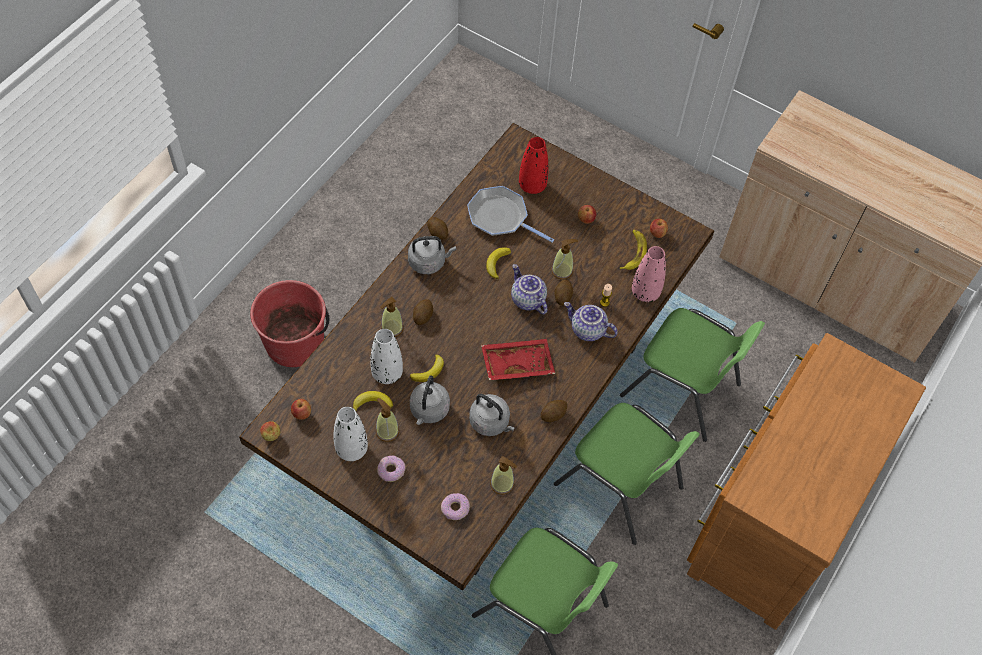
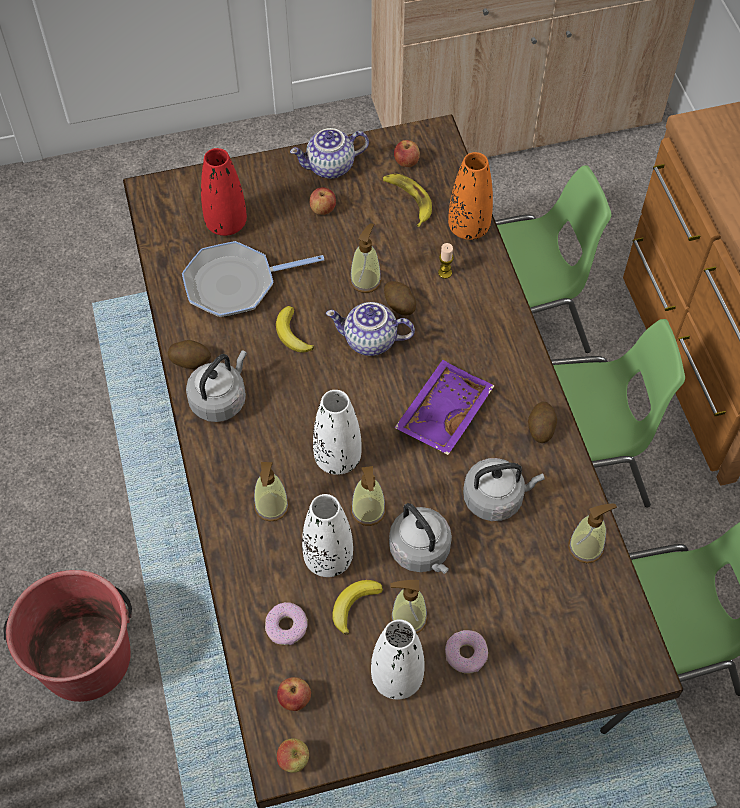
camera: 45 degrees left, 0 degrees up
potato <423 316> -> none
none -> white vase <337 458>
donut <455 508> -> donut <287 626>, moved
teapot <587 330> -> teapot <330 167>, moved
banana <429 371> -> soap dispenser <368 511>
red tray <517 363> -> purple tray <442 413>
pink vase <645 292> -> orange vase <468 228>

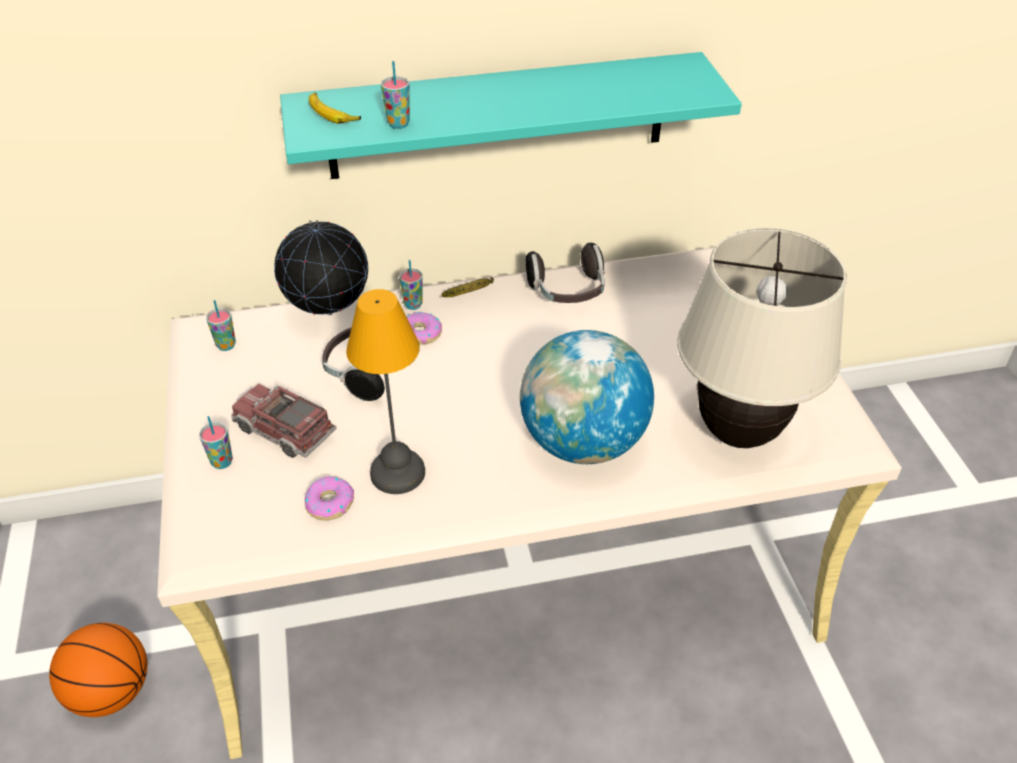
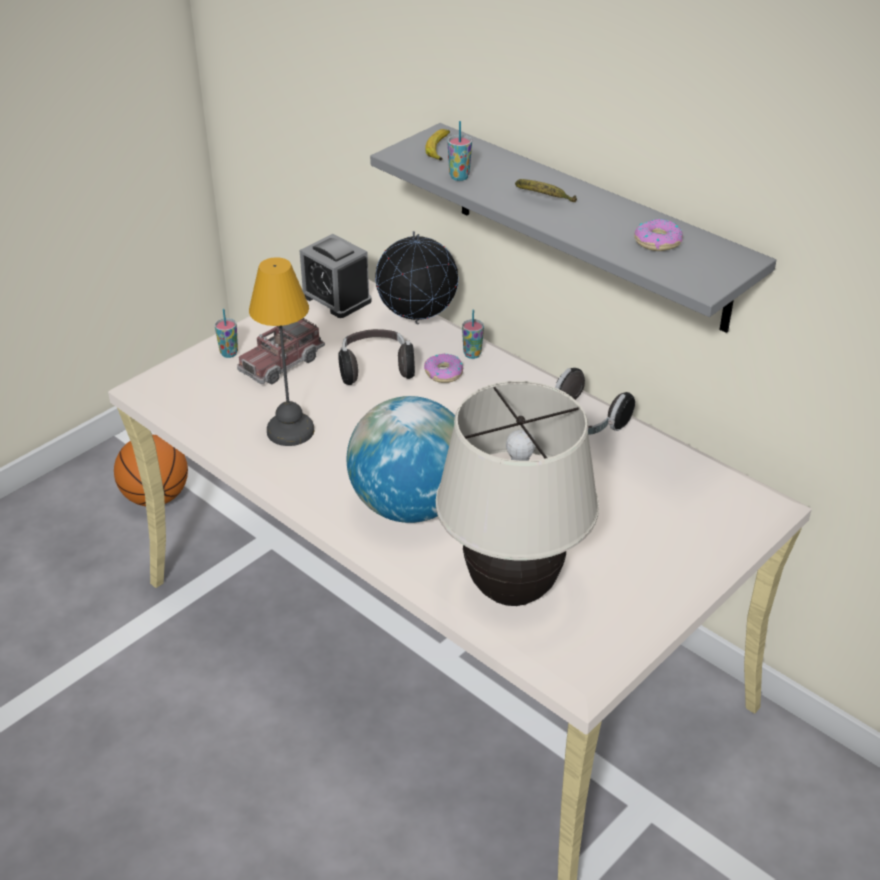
camera: 55 degrees right, 5 degrees down
donut <329 503> -> donut <657 241>, moved
banana <471 293> -> banana <543 198>, moved
cup <226 345> -> alarm clock <336 298>
turquoise shelf <498 116> -> grey shelf <590 227>
toy truck <284 430> -> toy truck <281 363>, 135 degrees counterclockwise

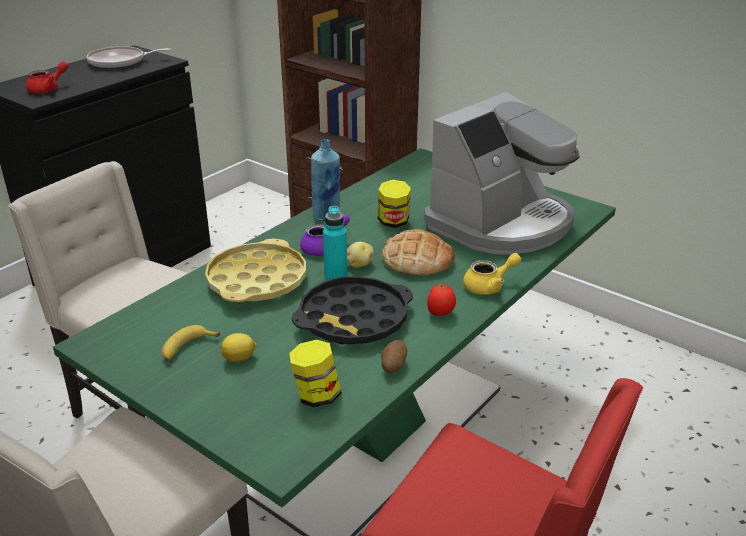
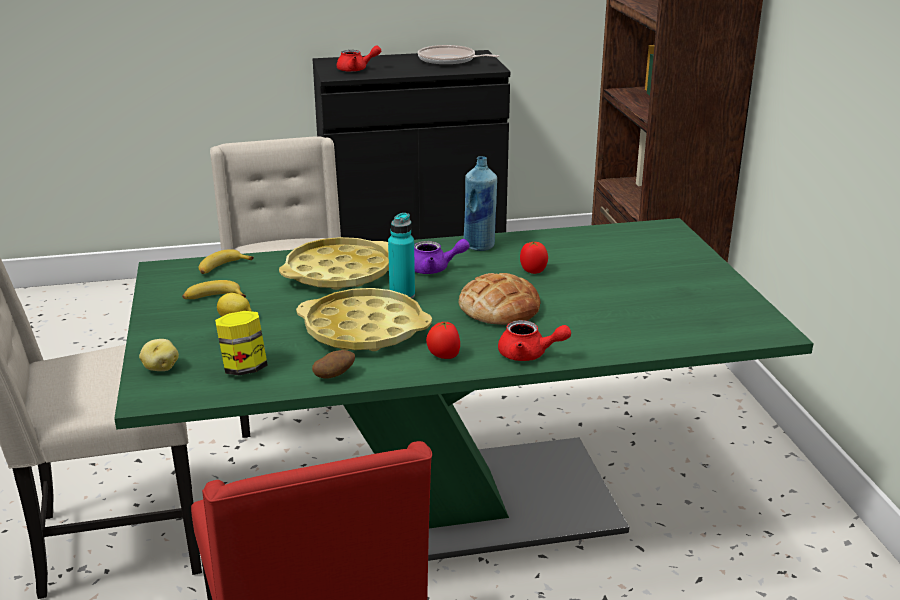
camera: 40 degrees right, 5 degrees down
coffee machine <501 223> -> none
none -> banana <222 268>
potato <359 264> -> potato <160 368>, moved
jar <393 222> -> tomato <533 271>
black tray <353 319> -> yellow tray <364 330>
yellow teapot <489 286> -> red teapot <529 355>

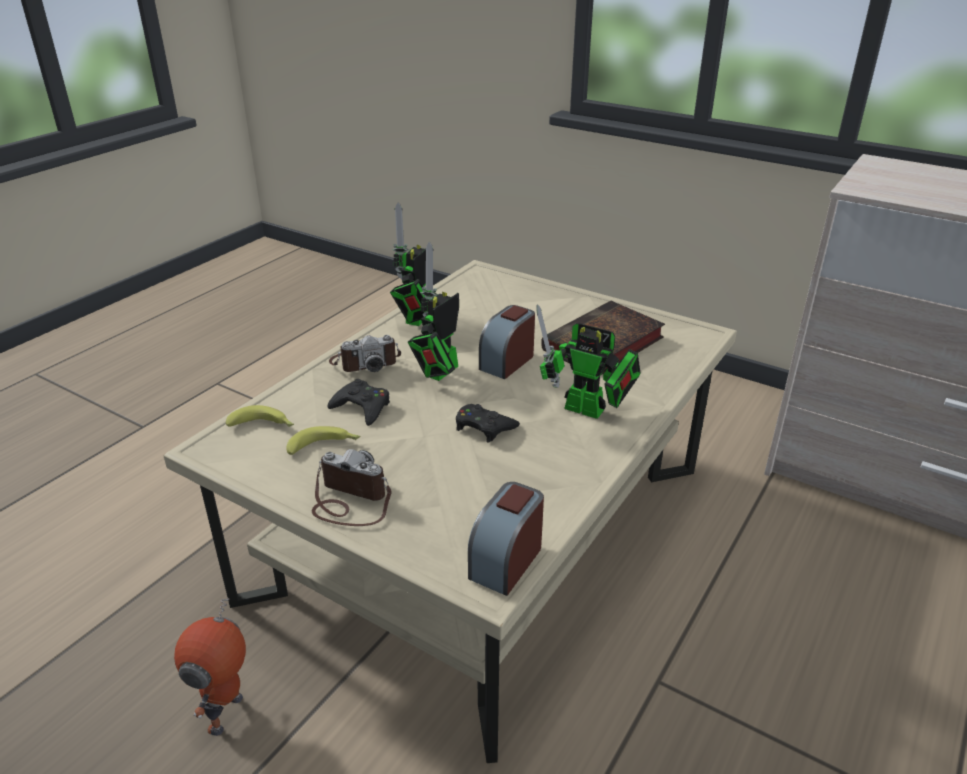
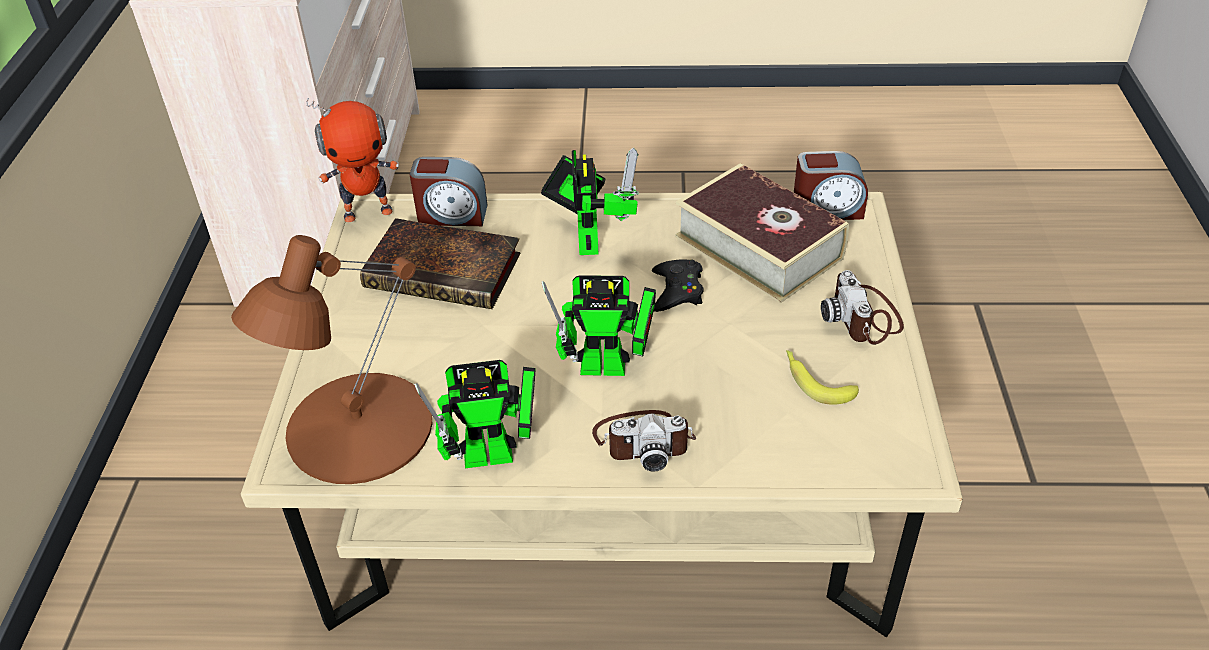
camera: 120 degrees left, 10 degrees up
banana <263 426> -> none
black game controller <362 407> -> none
none -> brown table lamp <357 428>
none -> book <758 247>
toy robot <228 714> -> toy robot <368 212>, moved
alarm clock <507 362> -> alarm clock <452 215>, moved
photo camera <365 362> -> photo camera <643 440>, 135 degrees clockwise

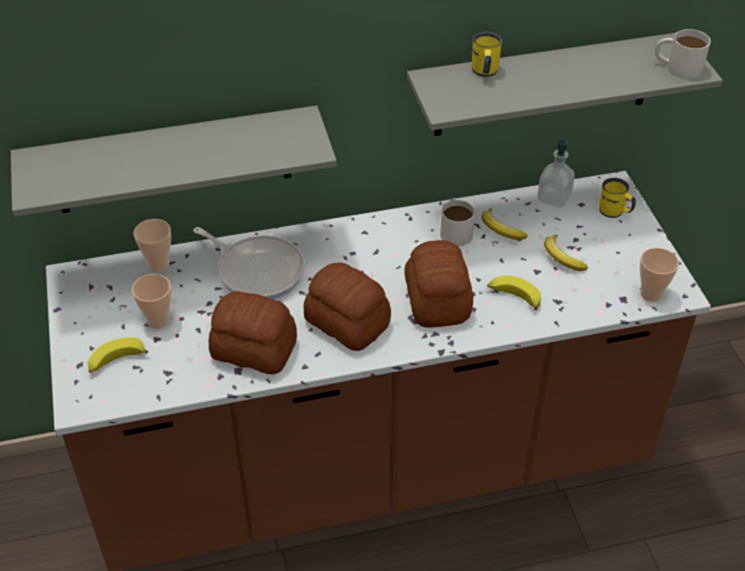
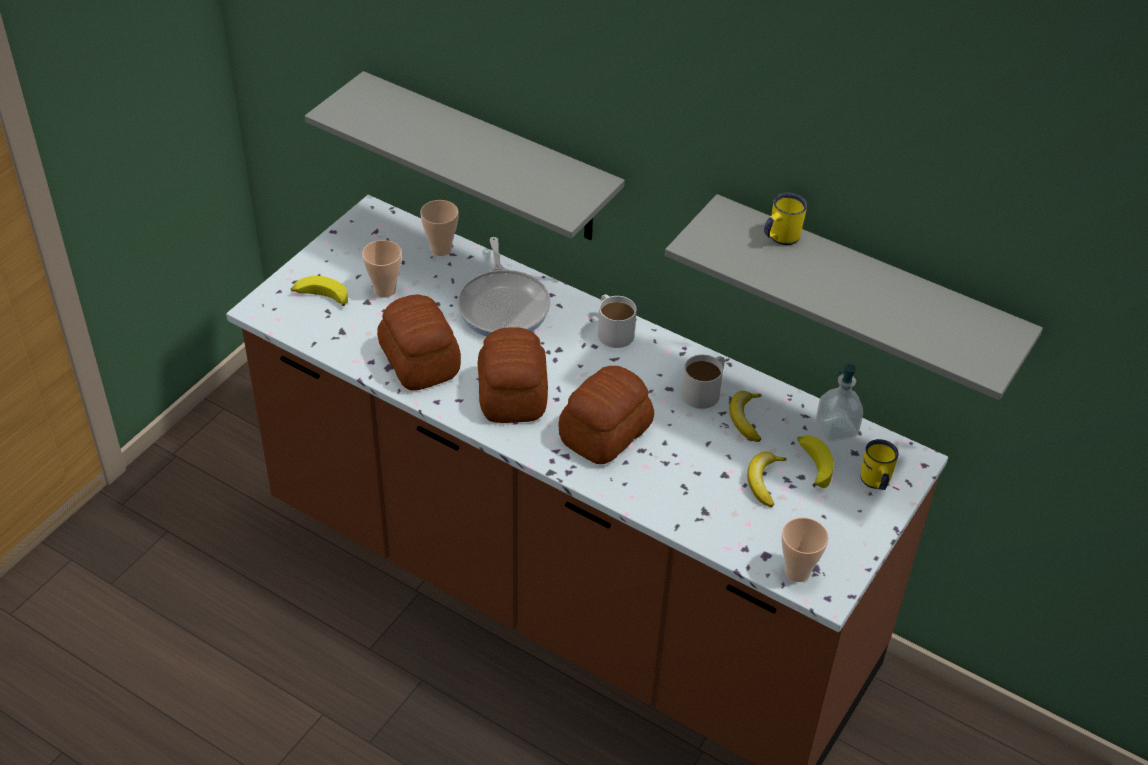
camera: 45 degrees right, 0 degrees up
banana <513 297> -> banana <812 465>, moved
white mug <677 67> -> white mug <612 329>, moved

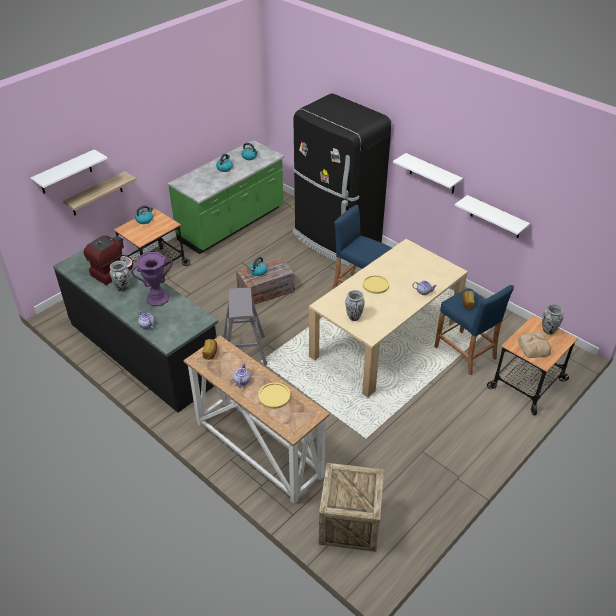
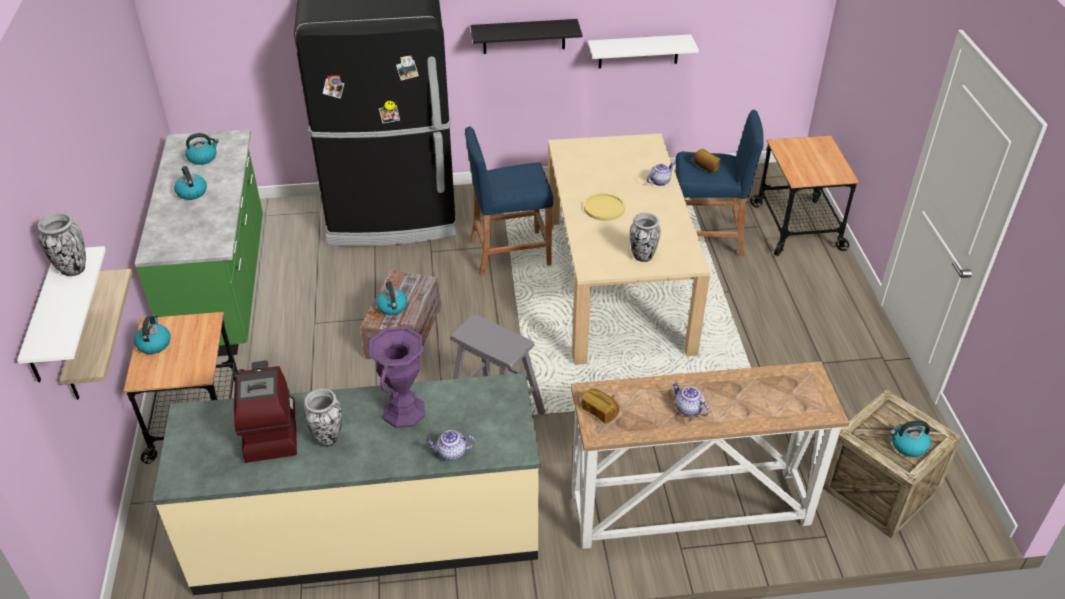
camera: 50 degrees left, 0 degrees up
yellow plate <274 396> -> none
bread <534 347> -> none
none -> kettle <907 445>
vase <548 330> -> vase <72 269>, moved
black counter <144 351> -> beige counter <367 530>
white shelf <432 174> -> black shelf <524 36>

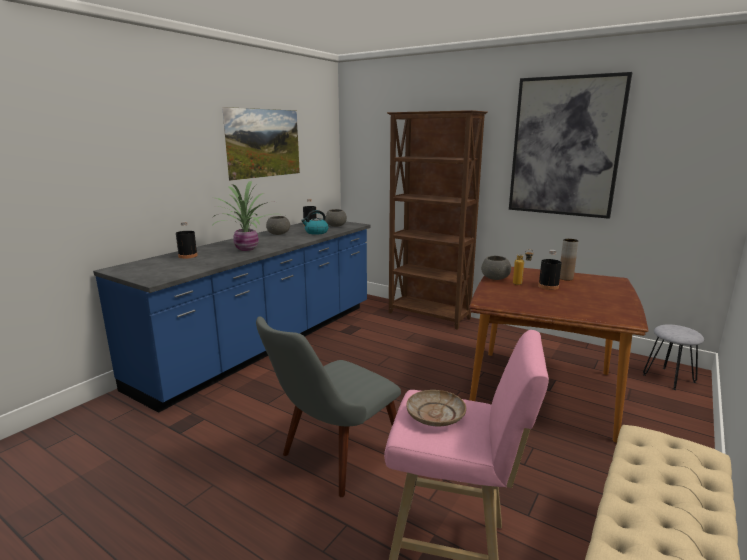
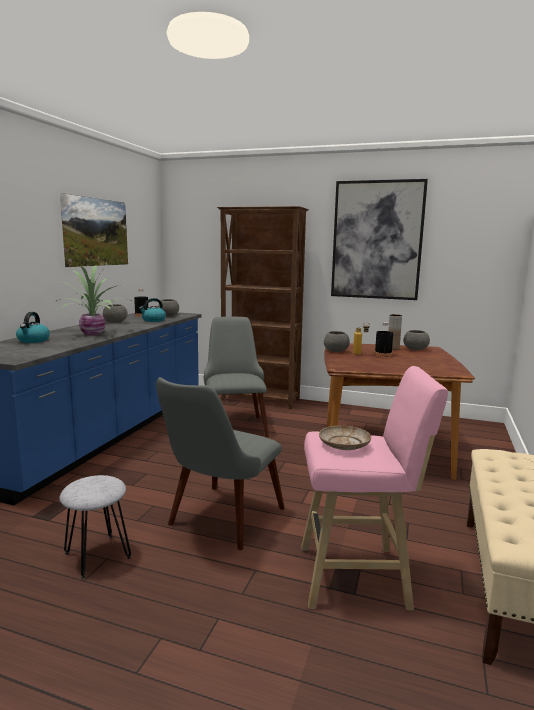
camera: 15 degrees left, 5 degrees down
none -> grey chair <234 424>
none -> grey bowl <415 349>
grey stool <668 378> -> grey stool <97 555>, moved
black bottle <188 256> -> kettle <33 340>

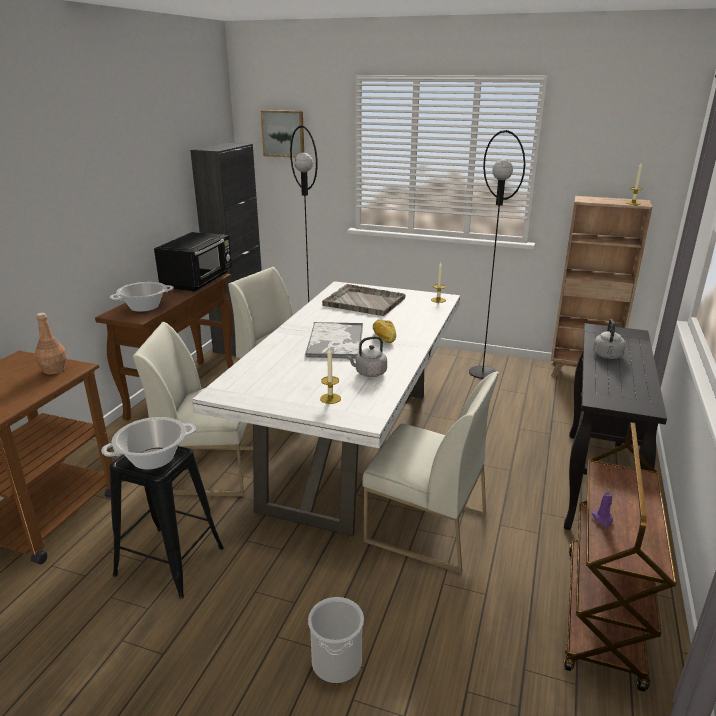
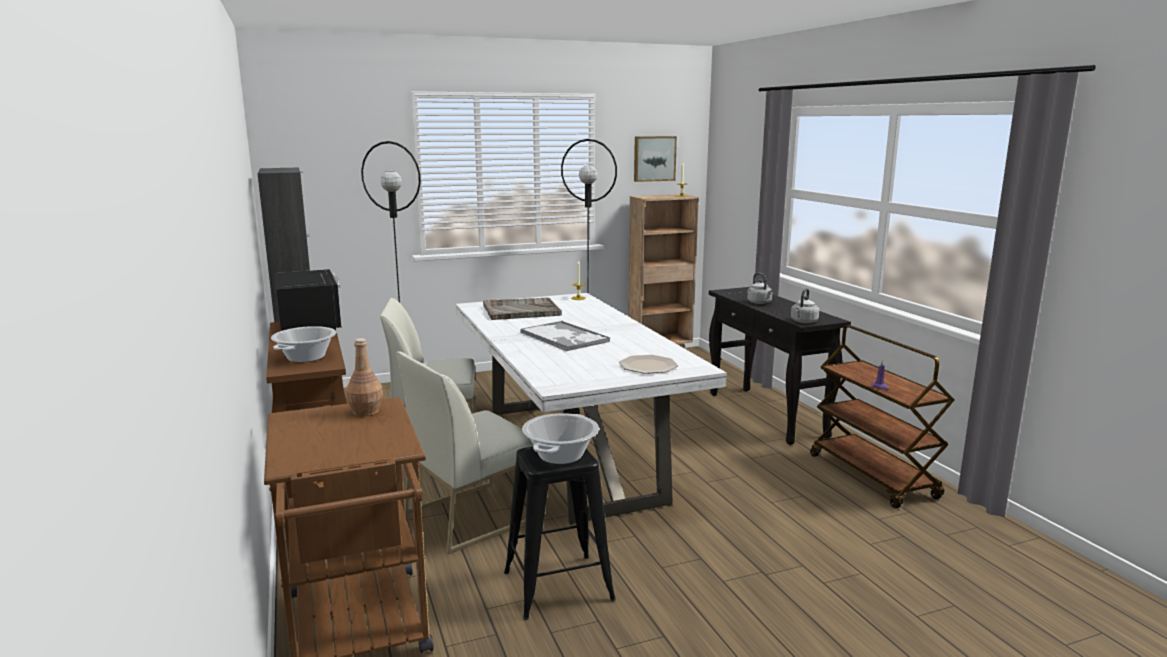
camera: 40 degrees left, 10 degrees down
bucket <337 662> -> none
white chair <425 528> -> none
bread <383 337> -> none
picture <283 133> -> picture <654 158>, moved
grey kettle <369 373> -> grey kettle <803 322>, moved
candle <330 398> -> plate <648 366>

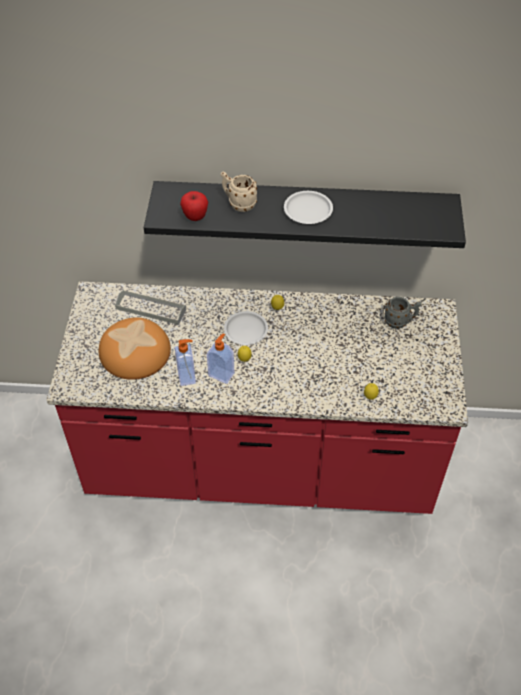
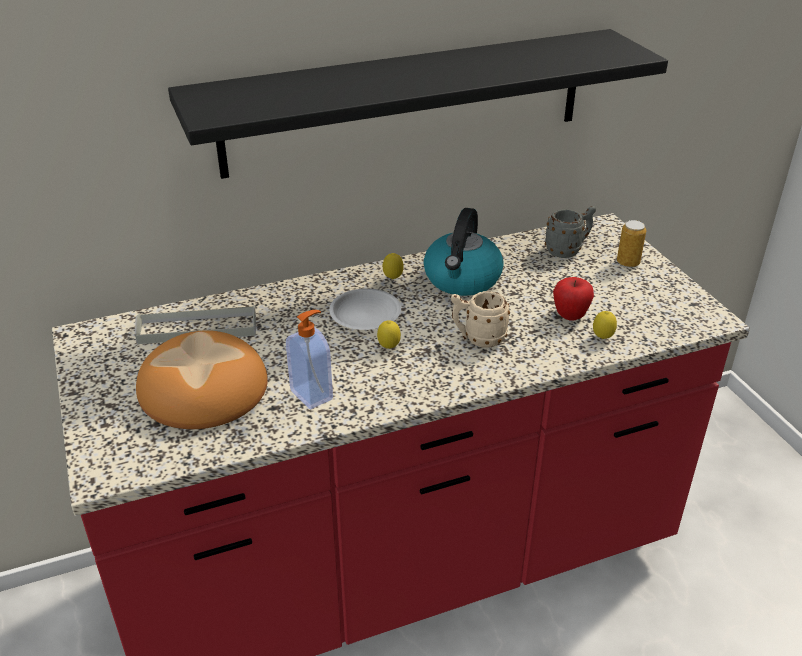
camera: 25 degrees left, 15 degrees down
soap dispenser <221 374> -> none
white plate <307 210> -> none
none -> kettle <462 280>
none -> can <628 263>
apple <195 217> -> apple <570 316>, moved
beige mug <238 204> -> beige mug <478 338>, moved

